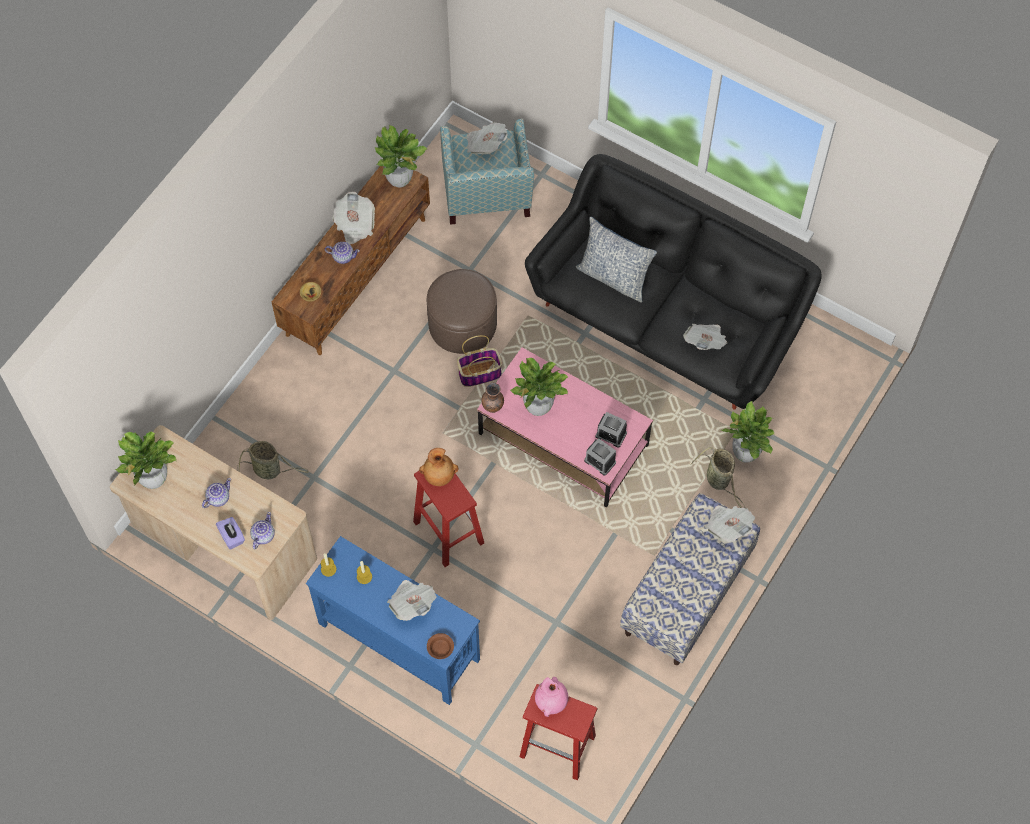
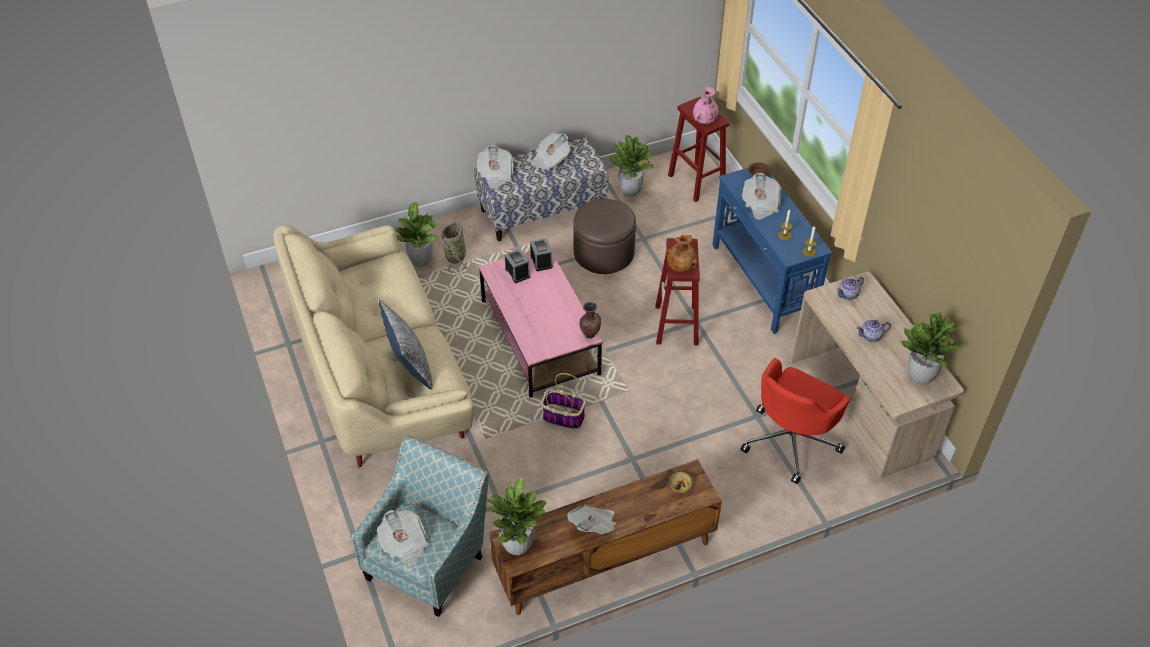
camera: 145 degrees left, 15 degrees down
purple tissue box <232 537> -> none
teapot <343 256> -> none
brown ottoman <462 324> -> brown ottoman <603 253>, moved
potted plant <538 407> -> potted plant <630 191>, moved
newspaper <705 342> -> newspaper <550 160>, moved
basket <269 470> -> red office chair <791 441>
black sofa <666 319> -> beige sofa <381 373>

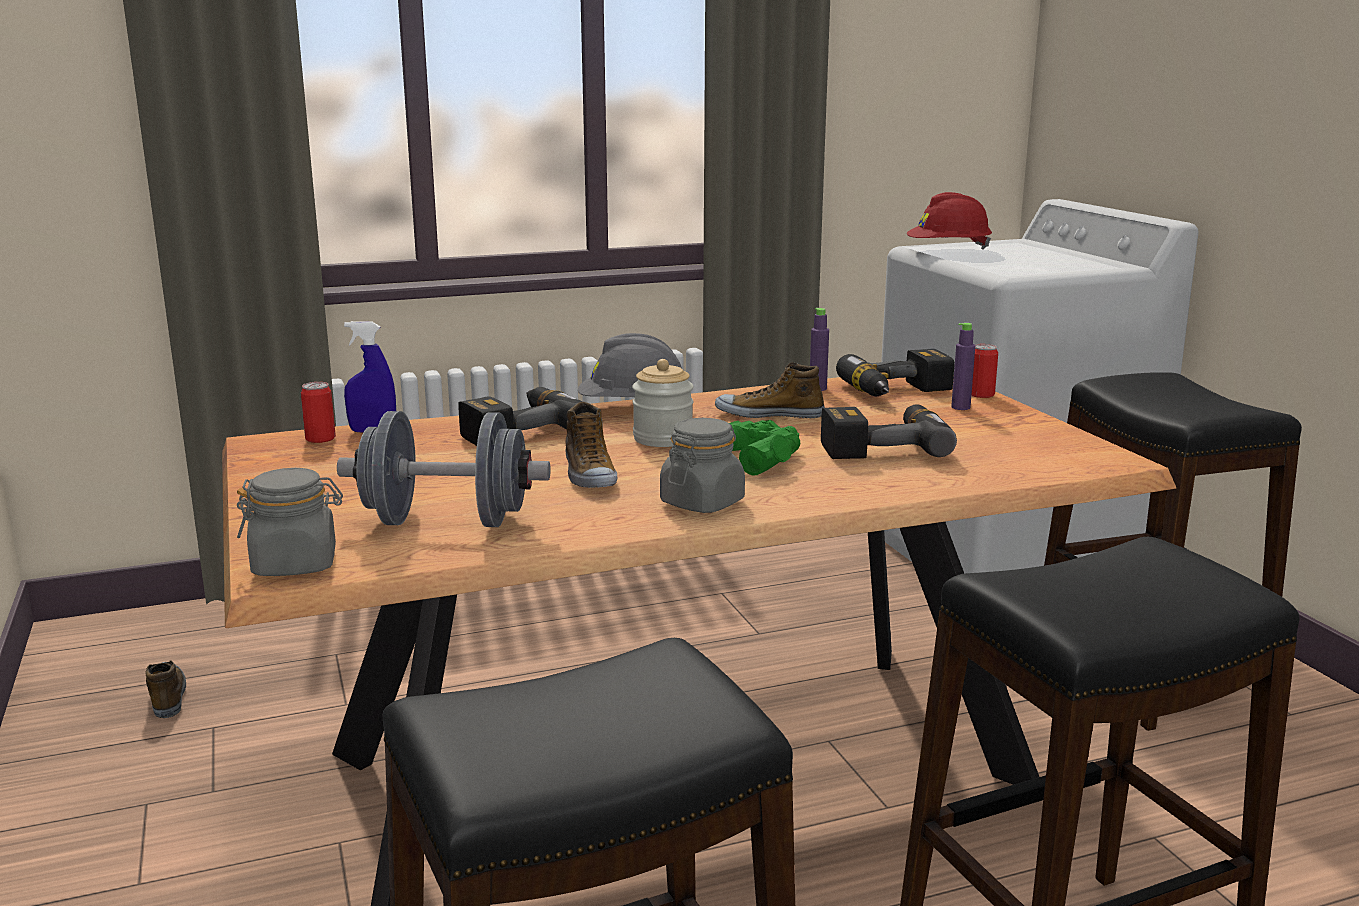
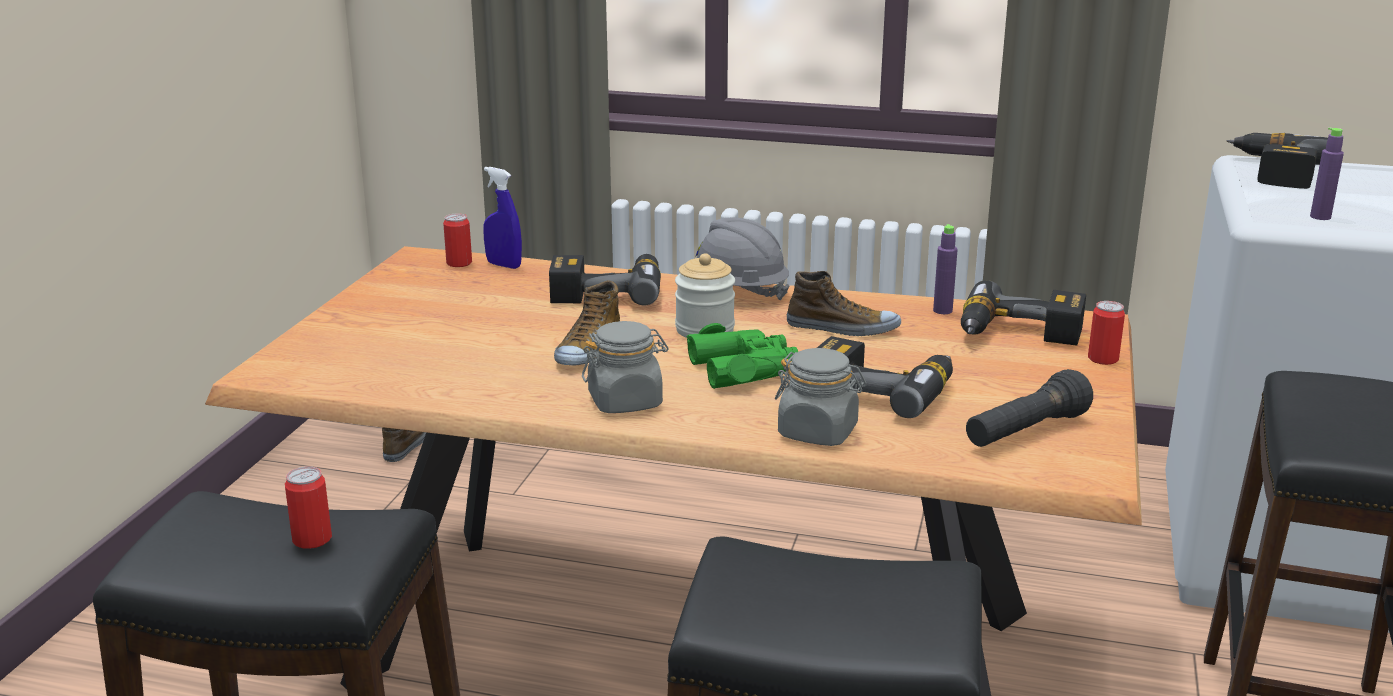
camera: 35 degrees right, 5 degrees up
grey dumbbell <447 522> -> none
none -> can <312 539>
none -> black flashlight <1025 432>
grey jar <295 564> -> grey jar <818 432>, moved
purple bottle <960 407> -> purple bottle <1320 217>, moved
red hard hat <948 251> -> power drill <1273 172>
shoe <769 414> -> shoe <842 328>, 150 degrees clockwise

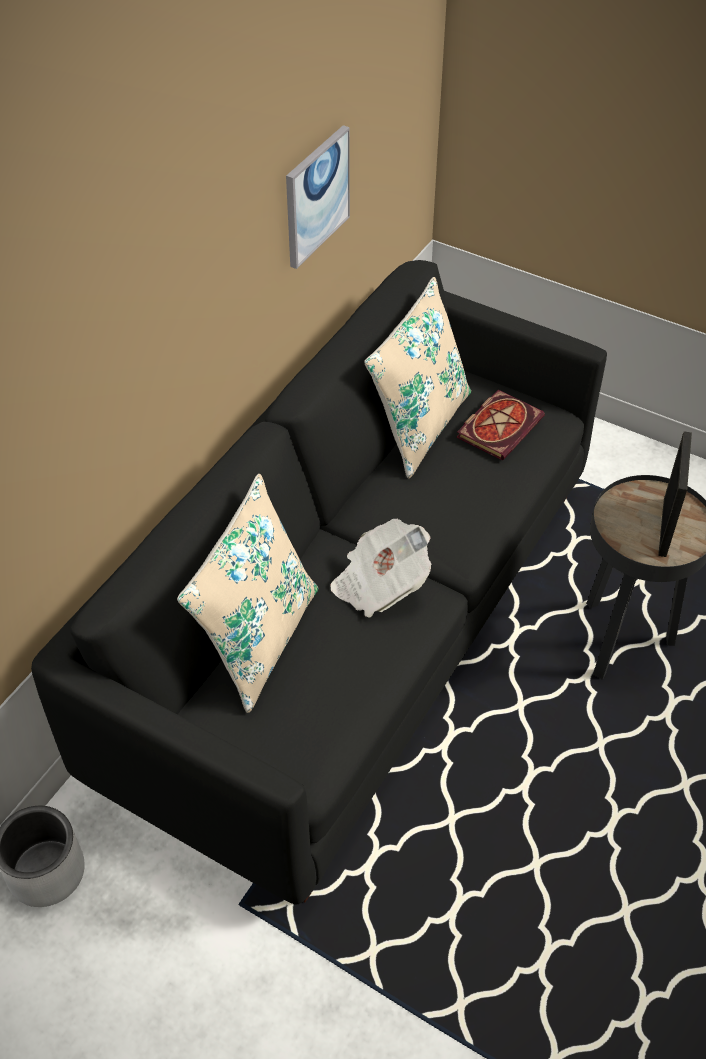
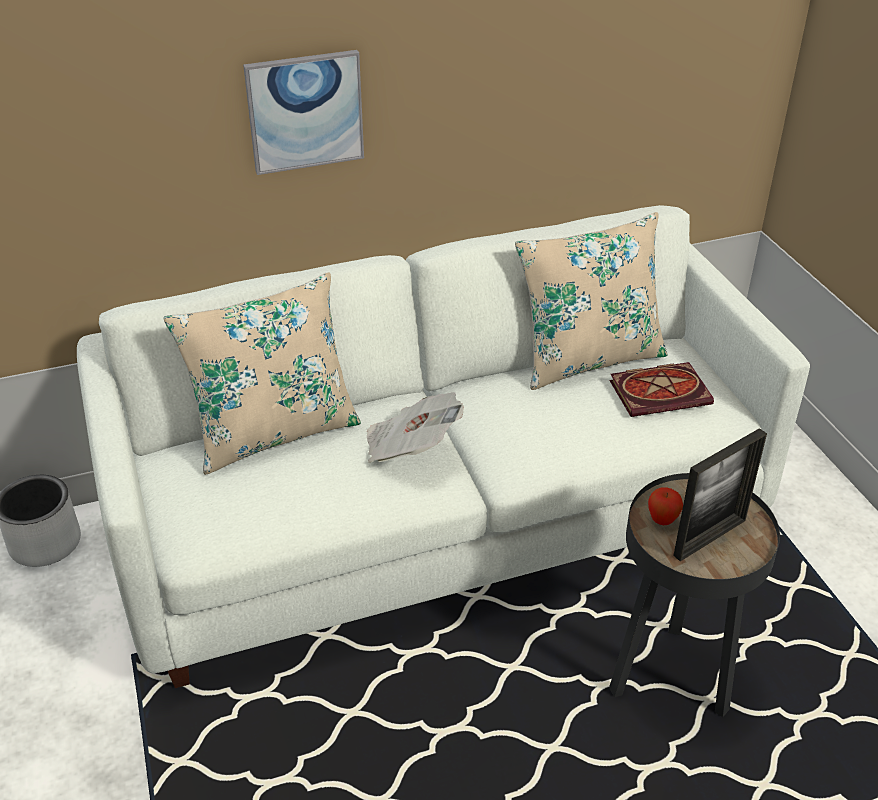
camera: 40 degrees right, 10 degrees down
none -> apple <662 520>
picture <316 196> -> picture <305 111>, moved
black sofa <352 624> -> white sofa <439 518>

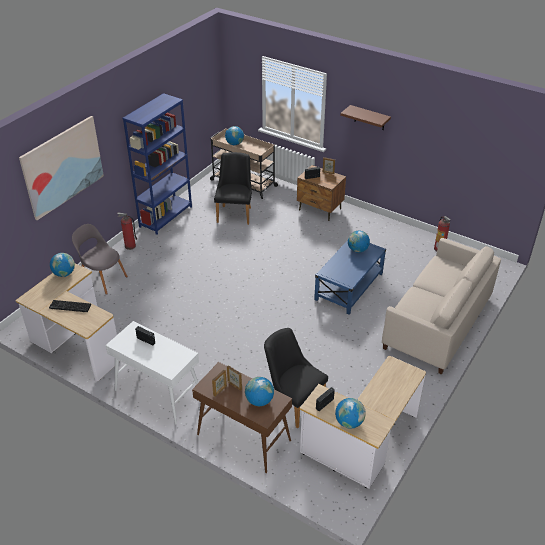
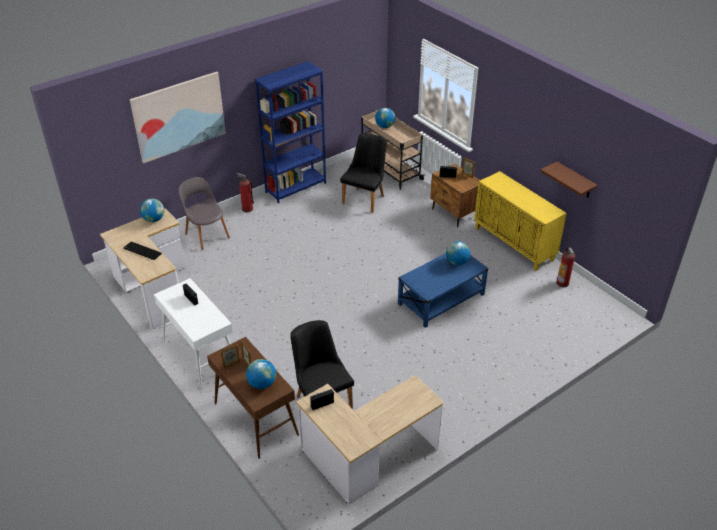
camera: 20 degrees right, 0 degrees up
globe <349 422> -> none
beige sofa <437 322> -> none
none -> yellow cabinet <514 244>
brown shelf <369 118> -> brown shelf <575 180>, moved

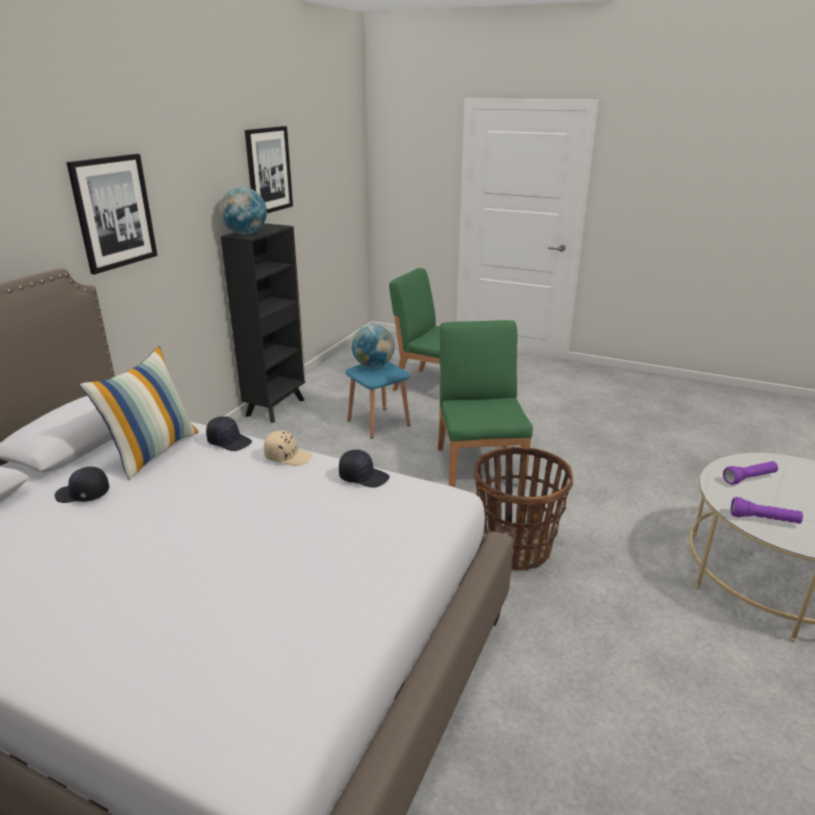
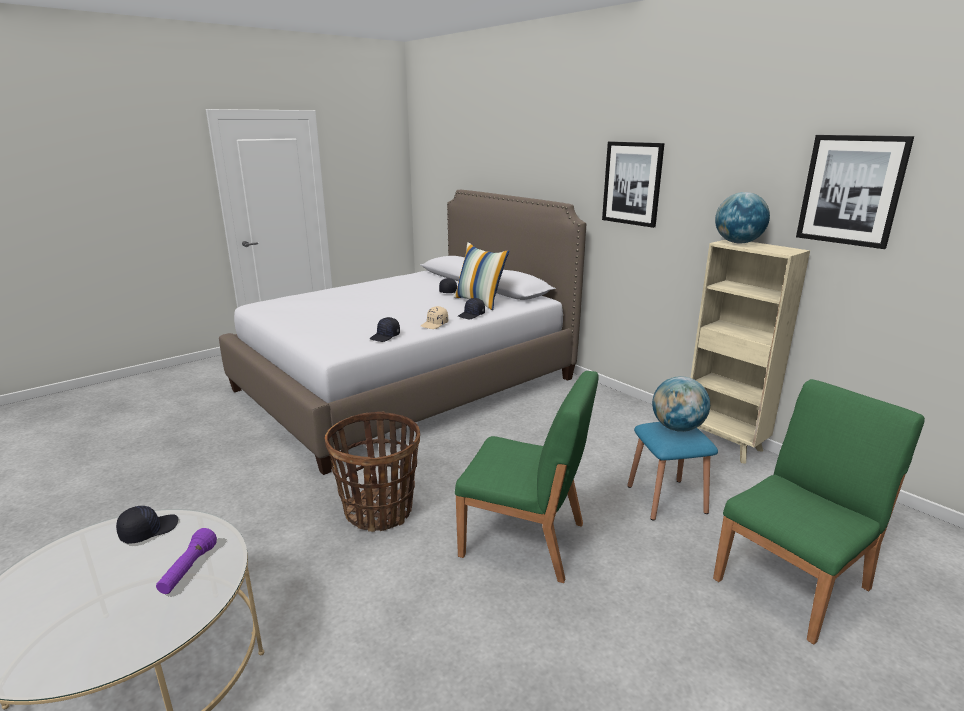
camera: 115 degrees right, 5 degrees down
purple flashlight <764 520> -> black cap <148 530>
black bookcase <276 407> -> beige bookcase <724 445>

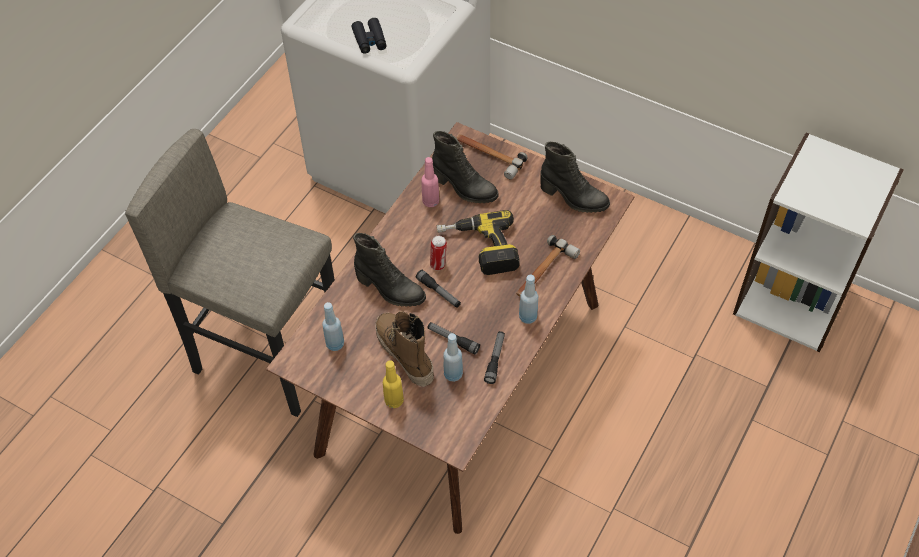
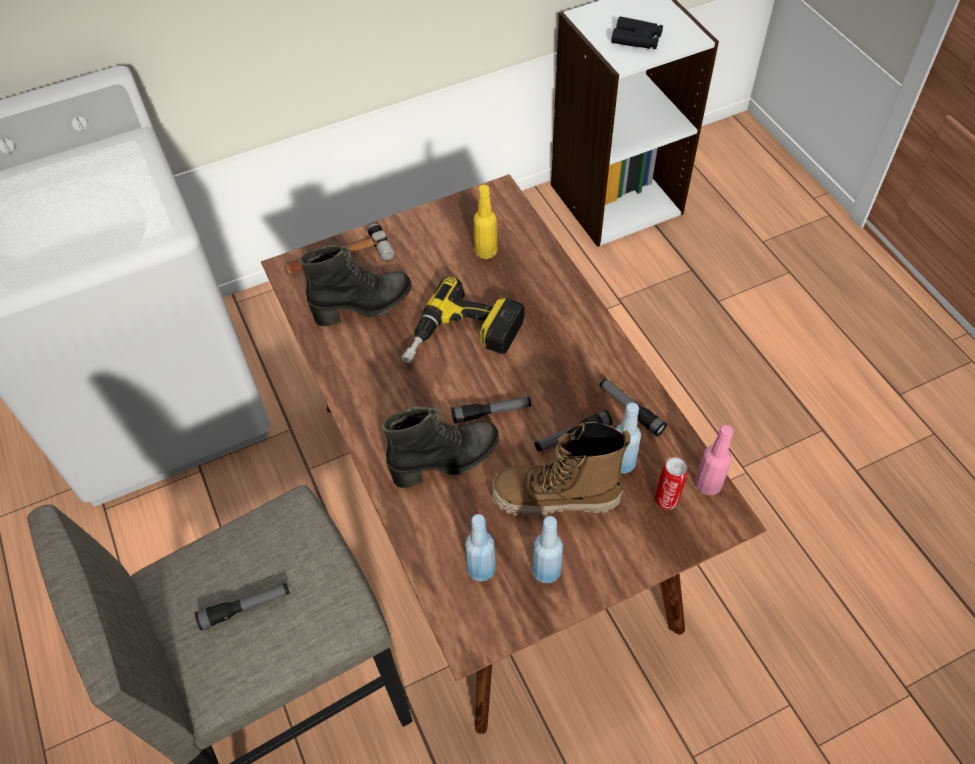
camera: 55 degrees left, 0 degrees up
hammer <543 272> -> none
black boot <573 198> -> none
none -> flashlight <245 608>
black binoculars <369 40> -> black binoculars <636 39>, moved
yellow bottle <394 401> -> yellow bottle <486 252>, moved
pink bottle <430 201> -> pink bottle <707 485>, moved
can <438 264> -> can <666 499>, moved
blue bottle <528 317> -> blue bottle <546 571>, moved

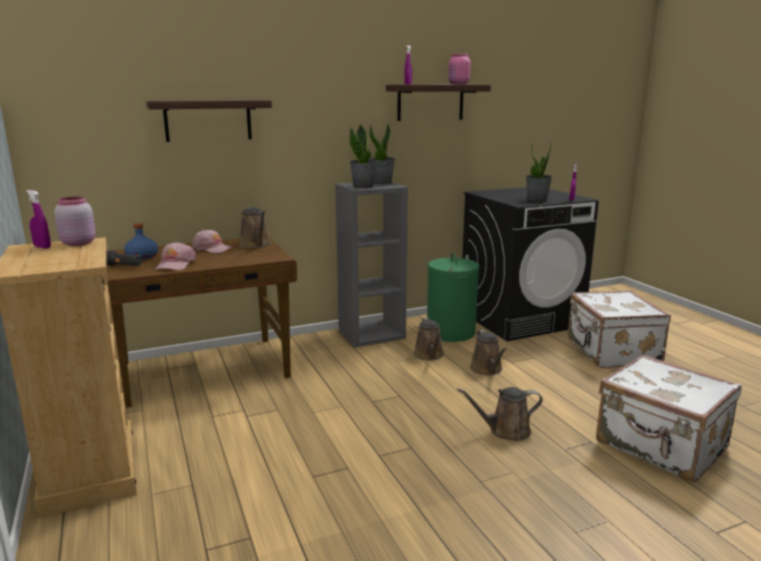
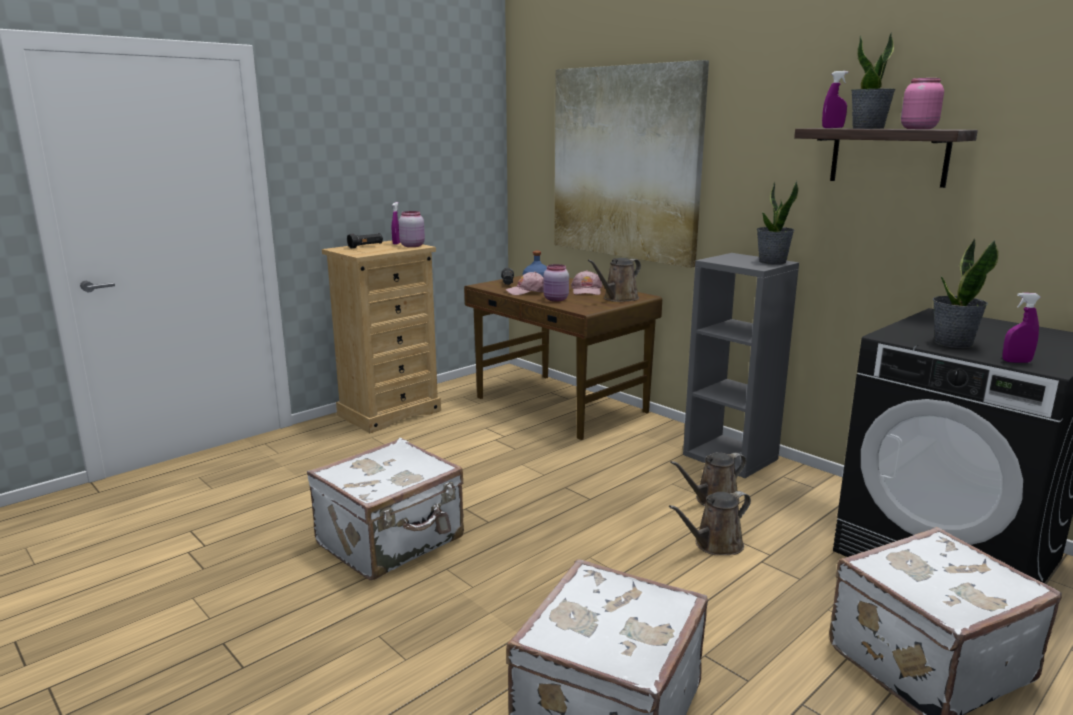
camera: 70 degrees right, 0 degrees up
green laundry basket <451 332> -> none
brown watering can <506 431> -> none
none -> white suitcase <392 542>
none -> black flashlight <366 246>
none -> pink jar <556 299>
potted plant <363 186> -> potted plant <868 128>, moved
shelf <208 120> -> picture <625 163>

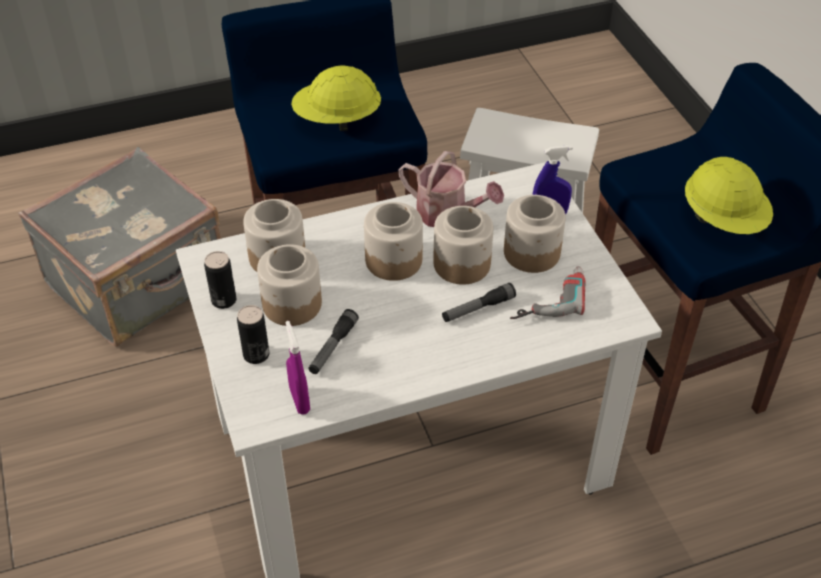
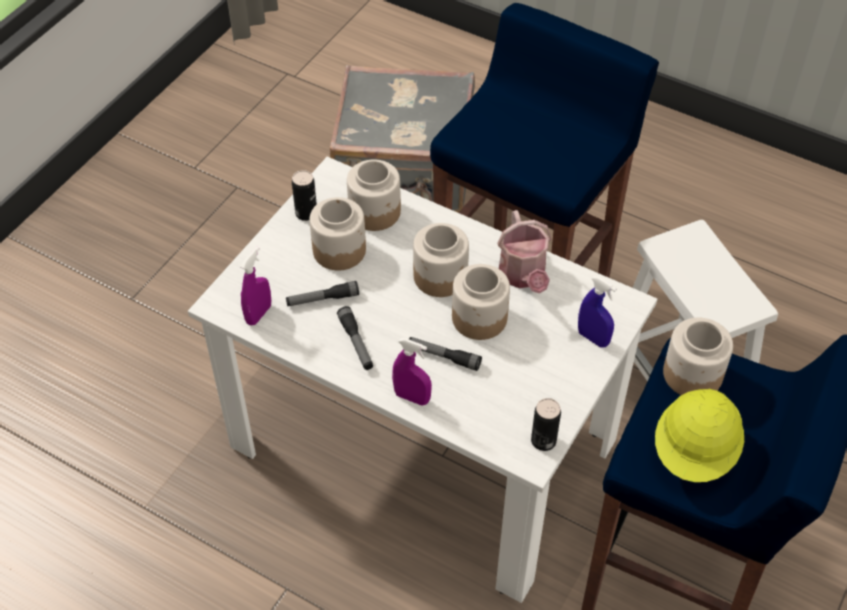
camera: 50 degrees right, 5 degrees up
yellow hard hat <337 120> -> none
power drill <547 297> -> none
none -> flashlight <356 343>
none -> purple spray bottle <412 397>
can <256 355> -> can <543 441>, moved
jar <531 253> -> jar <691 374>, moved

